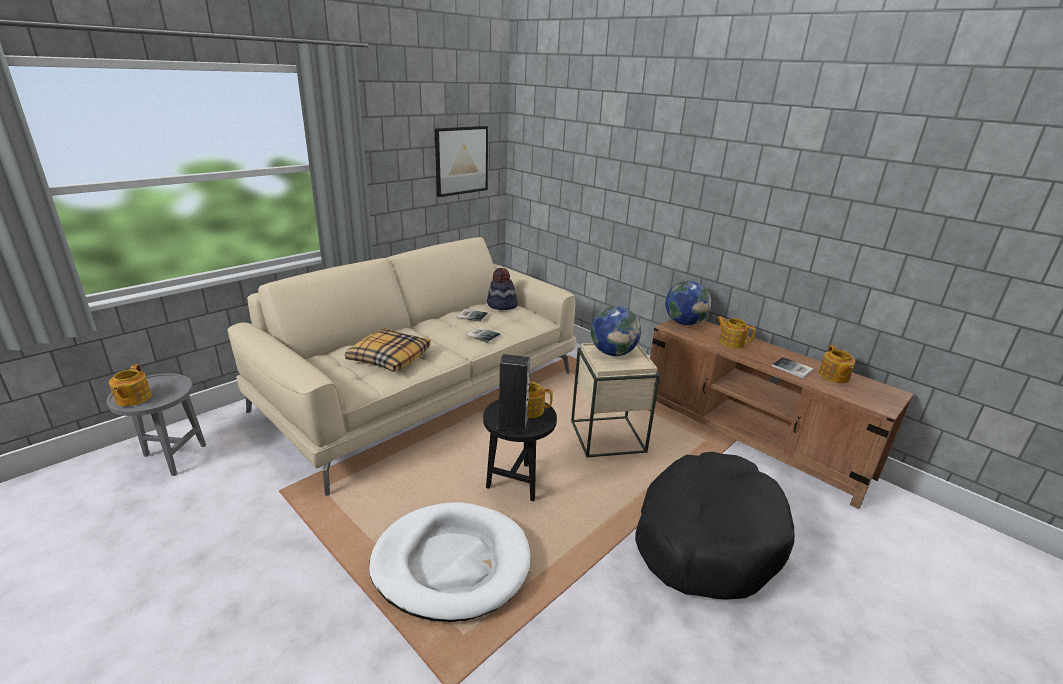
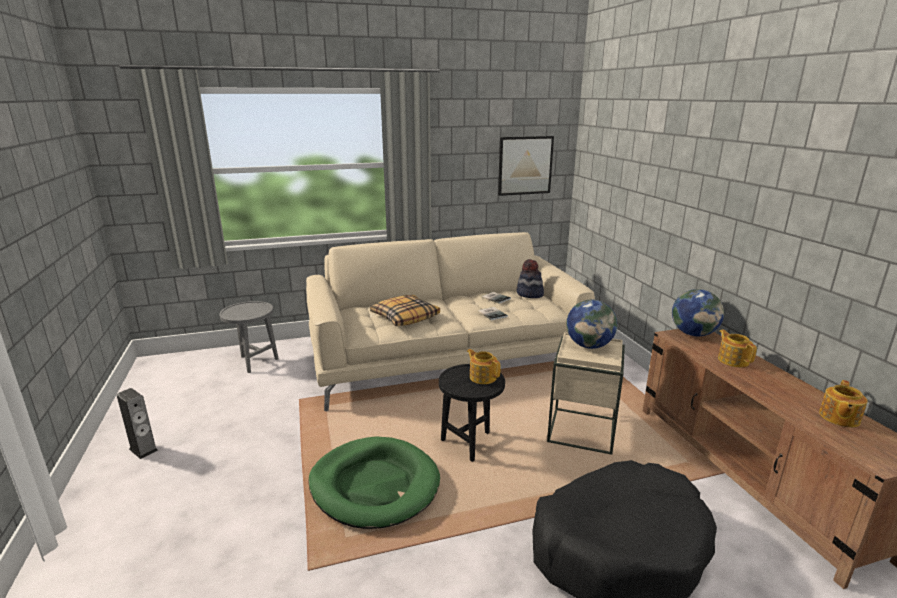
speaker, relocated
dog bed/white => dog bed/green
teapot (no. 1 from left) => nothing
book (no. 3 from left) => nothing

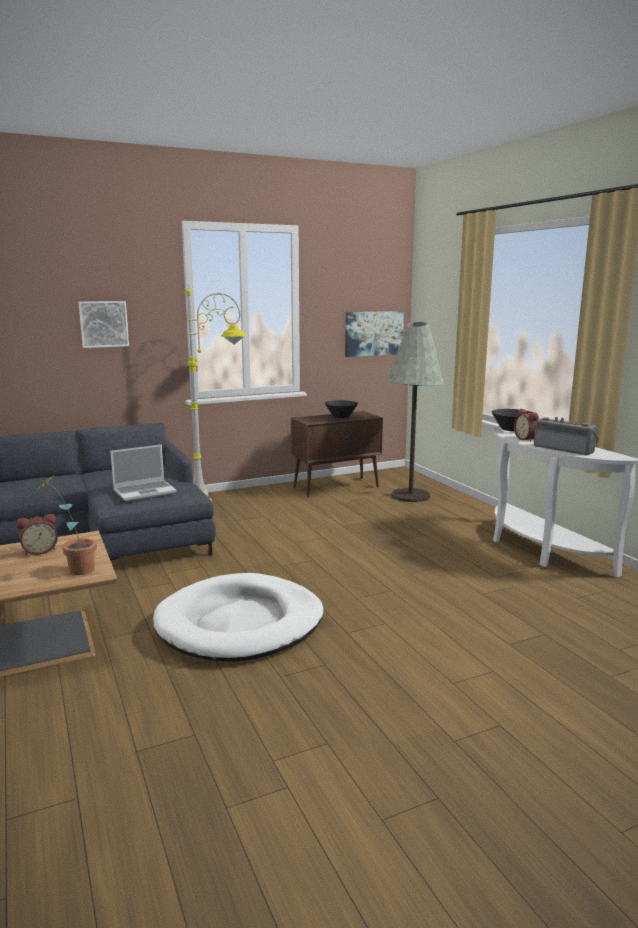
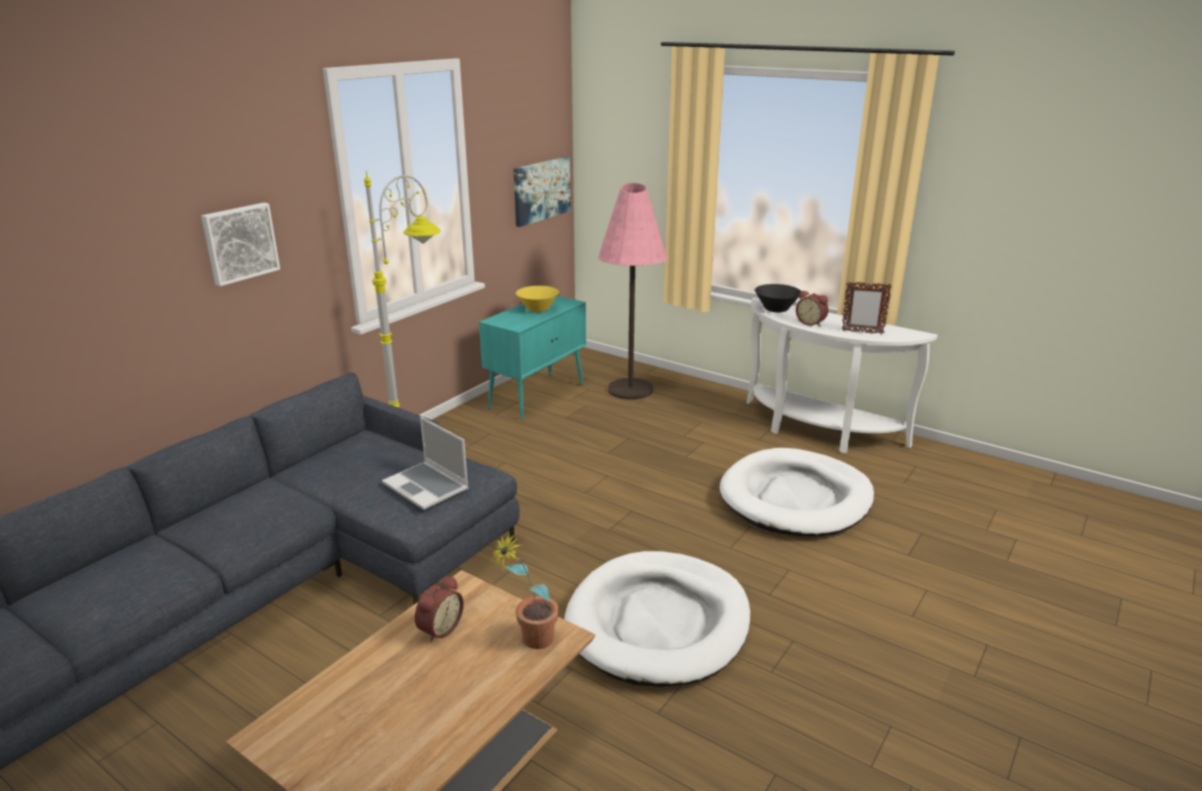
laptop, 105 degrees clockwise
cabinet/brown => cabinet/turquoise
bowl/black (no. 1 from left) => bowl/yellow
floor lamp/grey (no. 2 from left) => floor lamp/pink
nothing => dog bed/white (no. 2 from left)
radio => picture frame

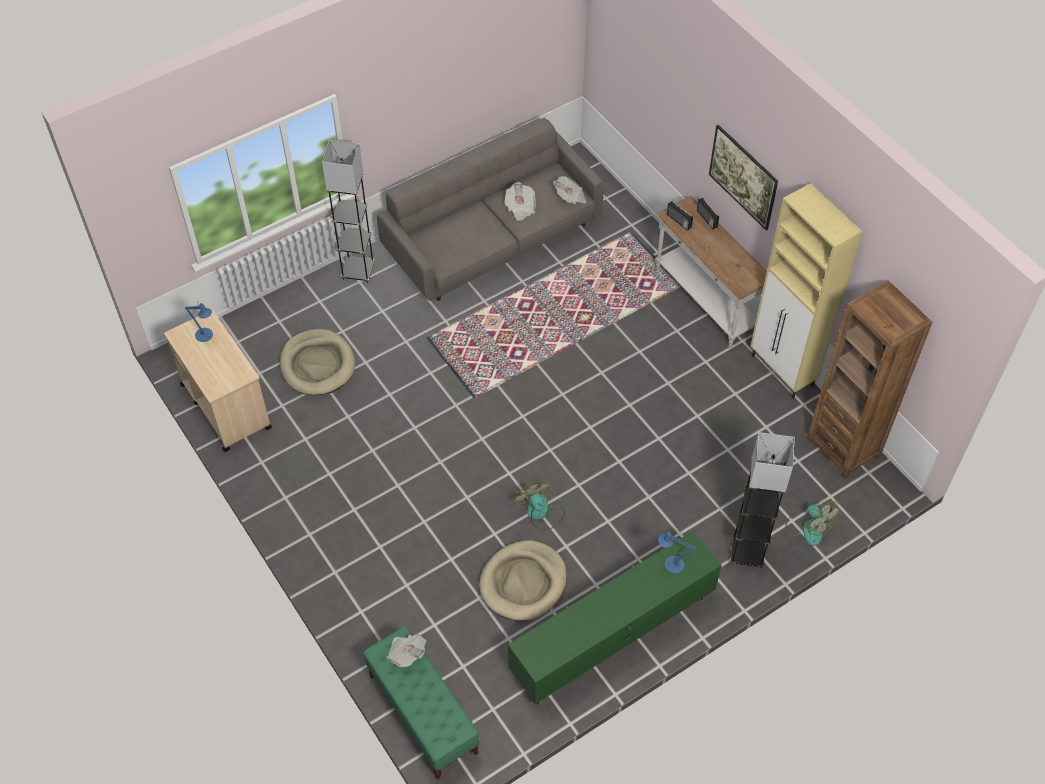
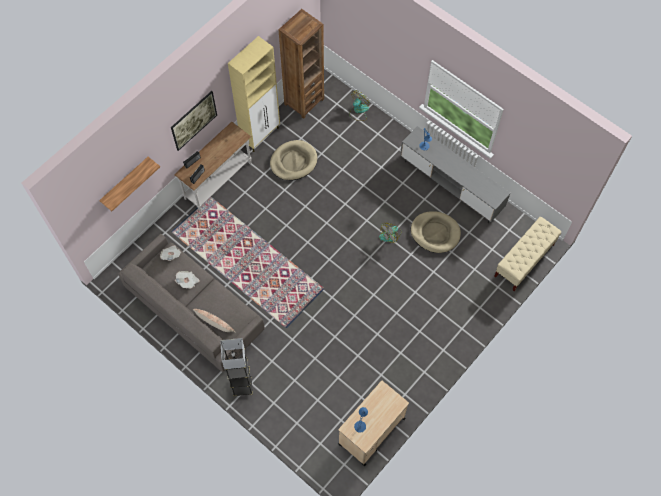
nothing => shelf
nothing => pillow
dog bed/beige (no. 1 from left), relocated
tv stand/green => tv stand/grey
bench/green => bench/beige
newspaper (no. 1 from left) => nothing
floor lamp/grey (no. 2 from left) => nothing

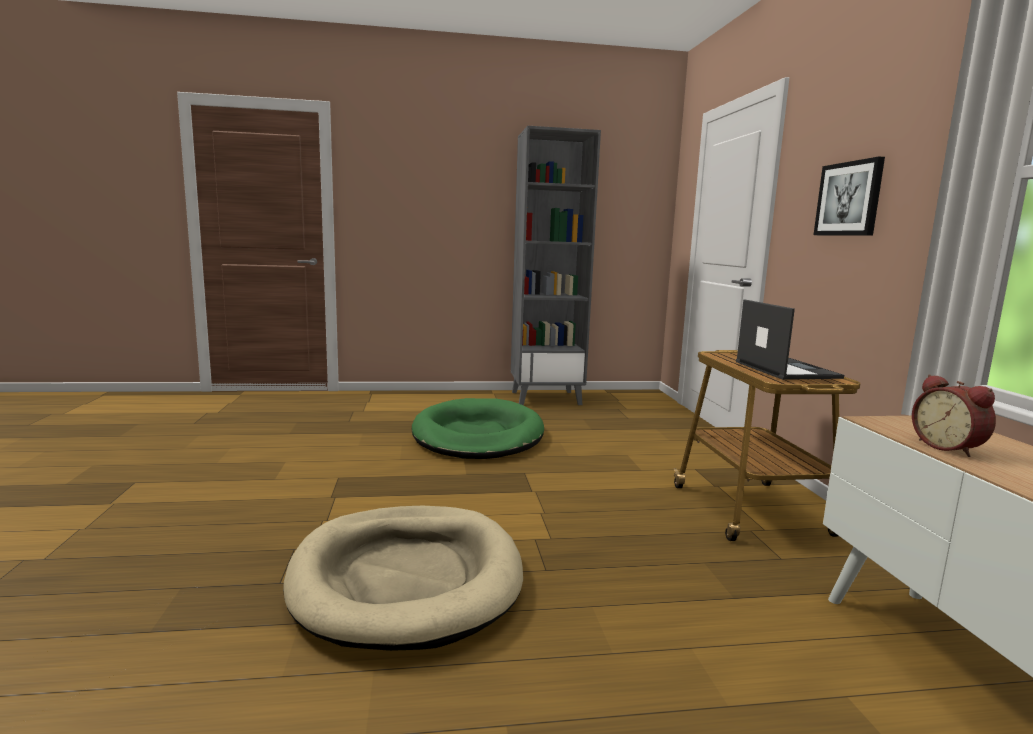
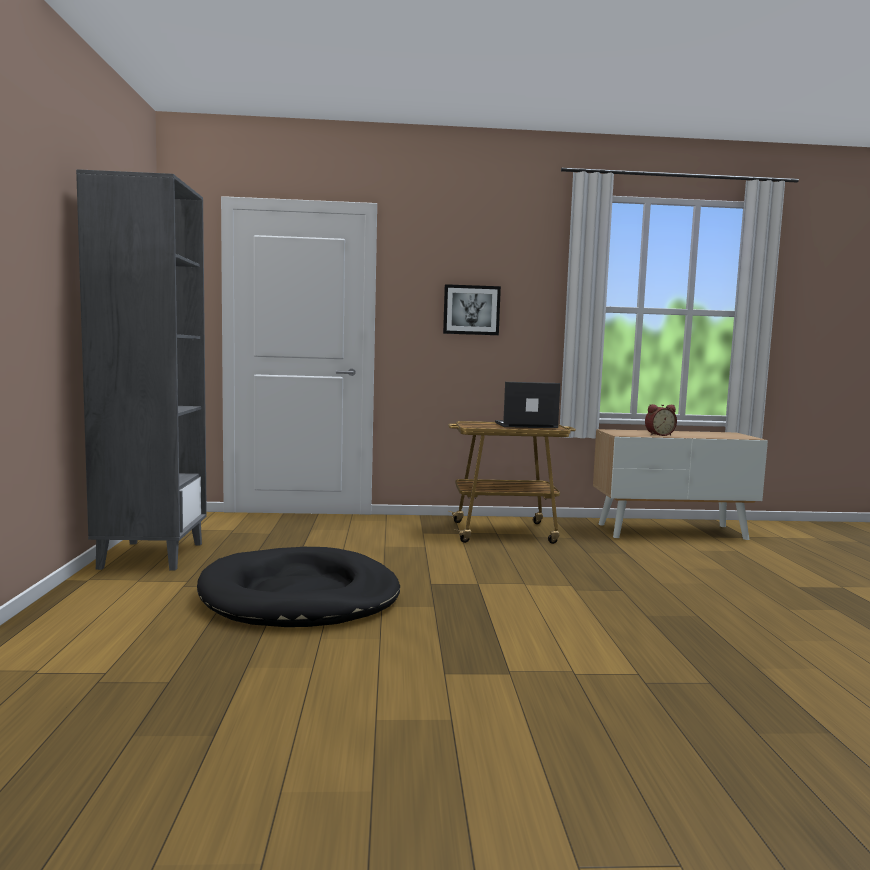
dog bed/green => dog bed/black
dog bed/beige => nothing

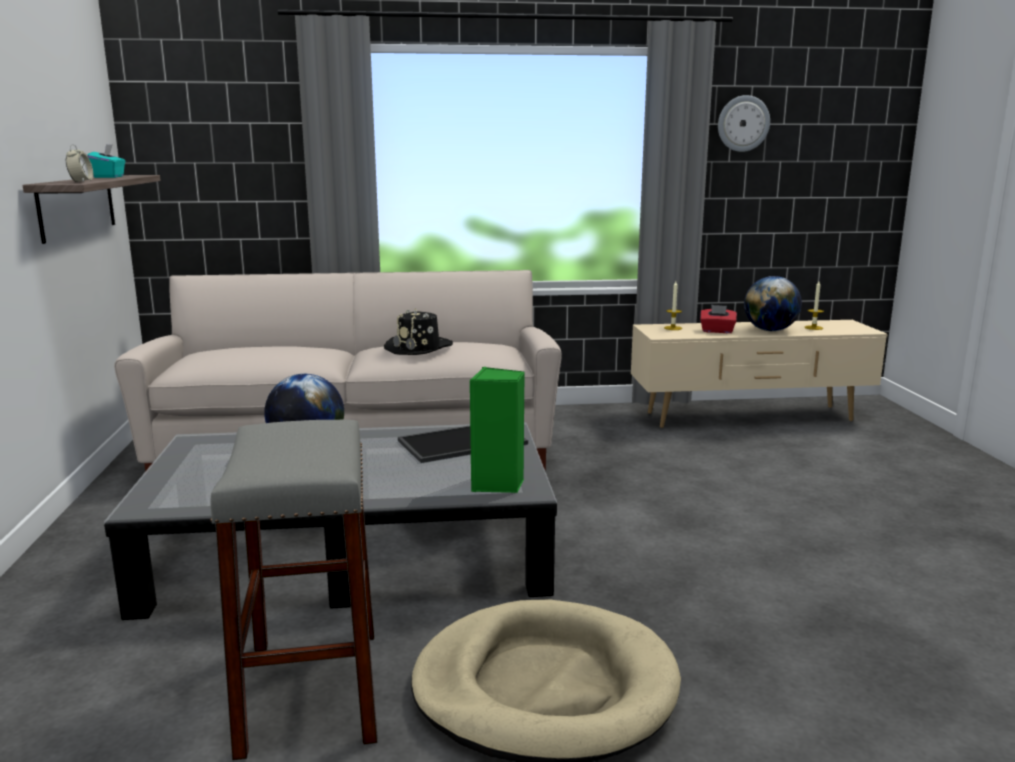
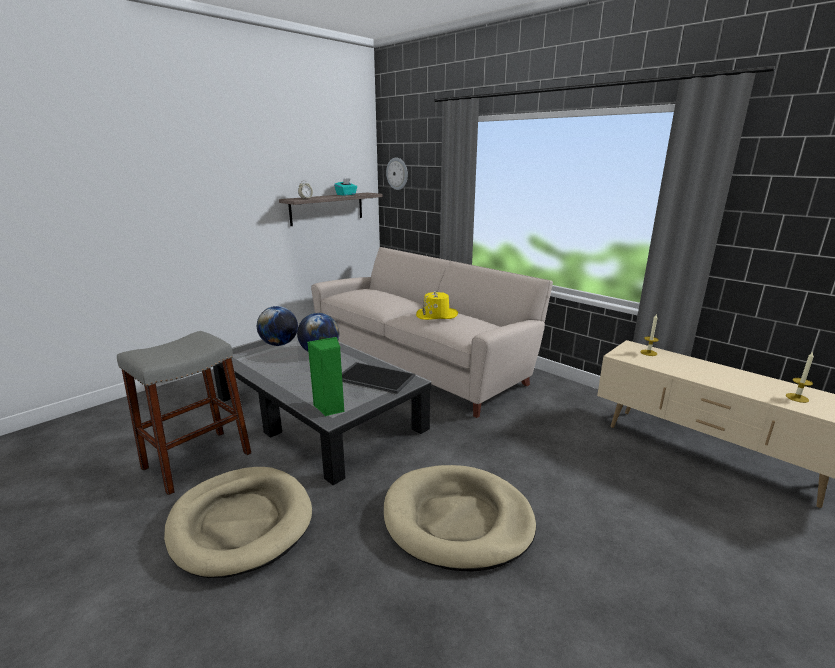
globe (no. 2 from left in the first image) => globe (no. 1 from left), relocated
nothing => dog bed/beige (no. 2 from left)
wall clock, relocated
hat/black => hat/yellow
tissue box/red => nothing

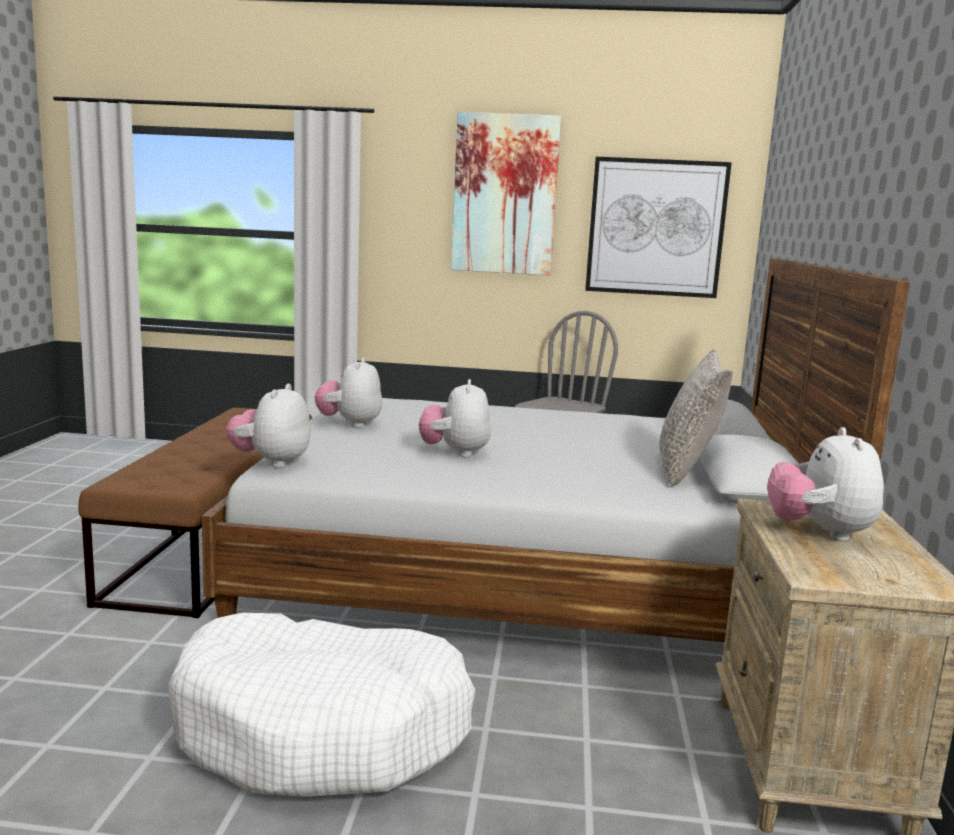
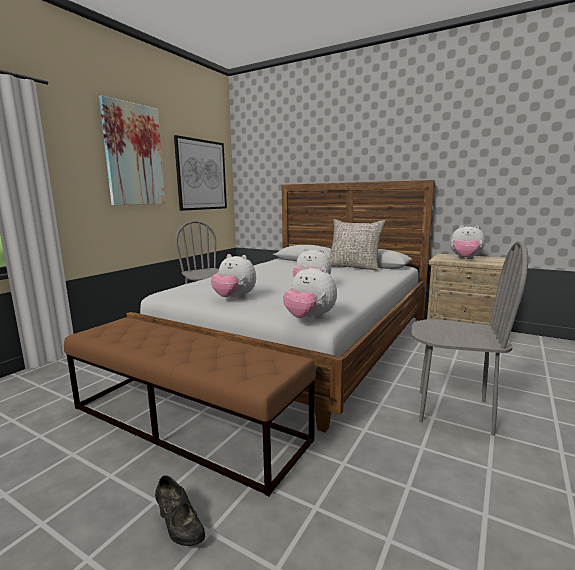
nothing => shoe/black
dog bed/white => chair/grey (no. 2 from left)

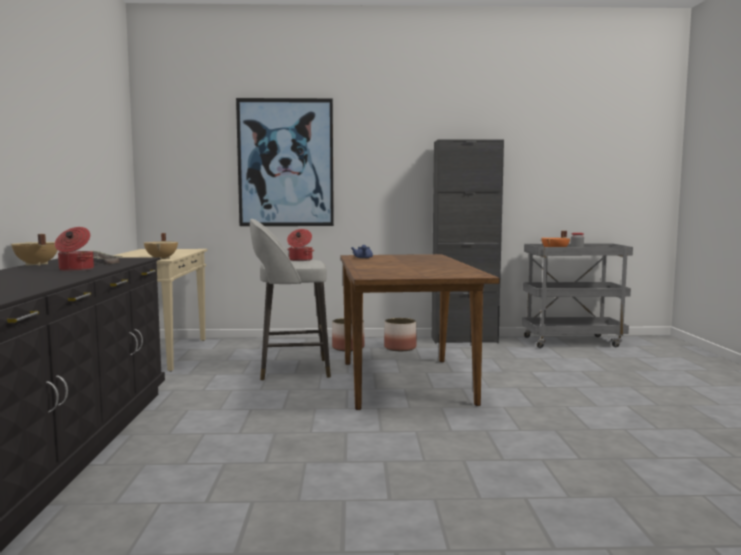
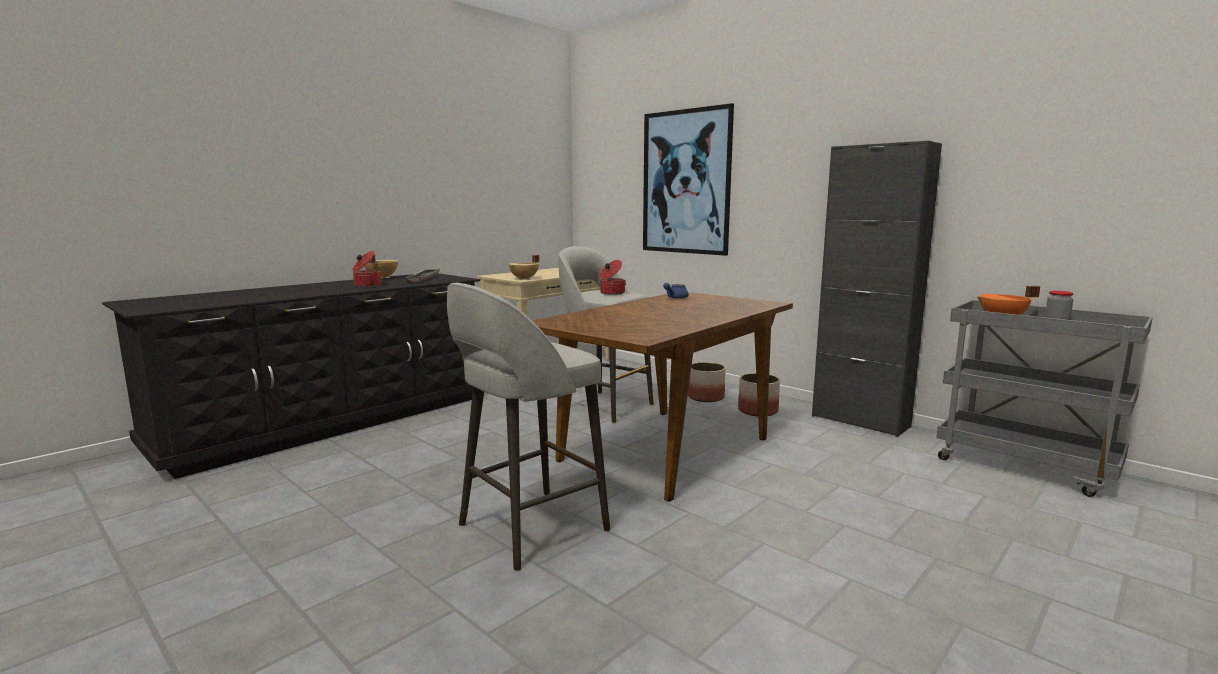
nothing => stool/grey (no. 1 from left)

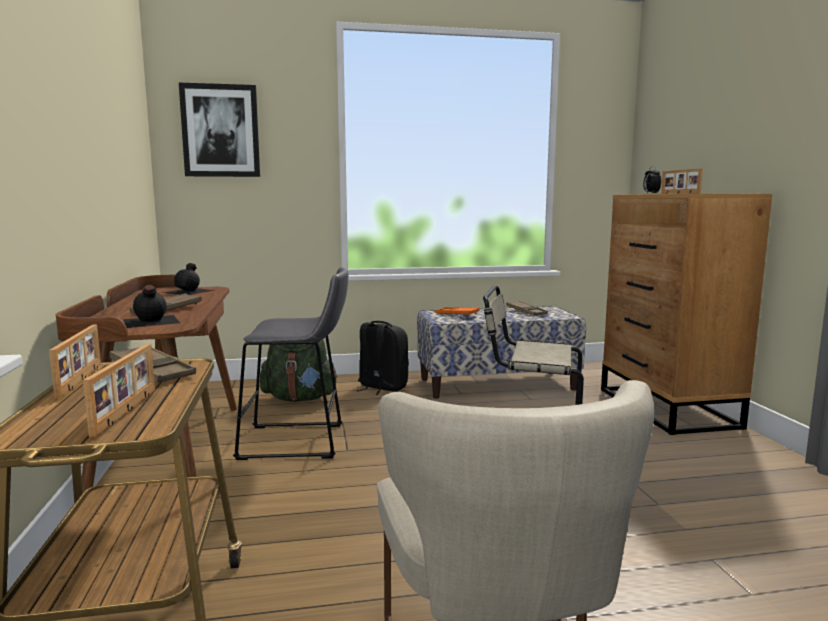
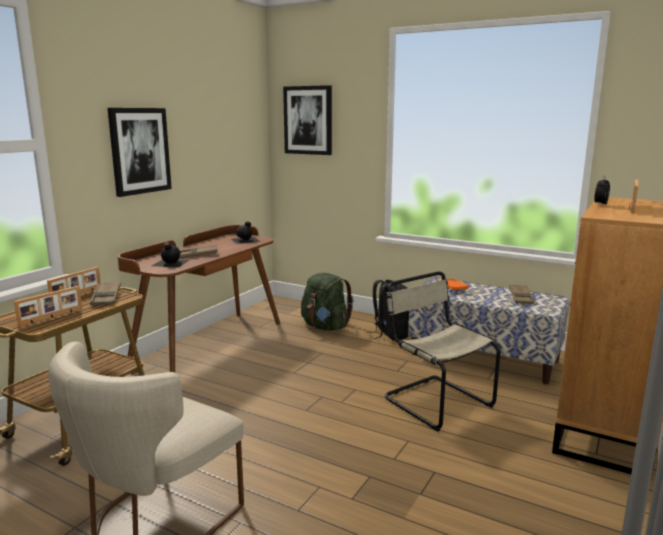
nothing => picture (no. 1 from left)
stool/grey => nothing

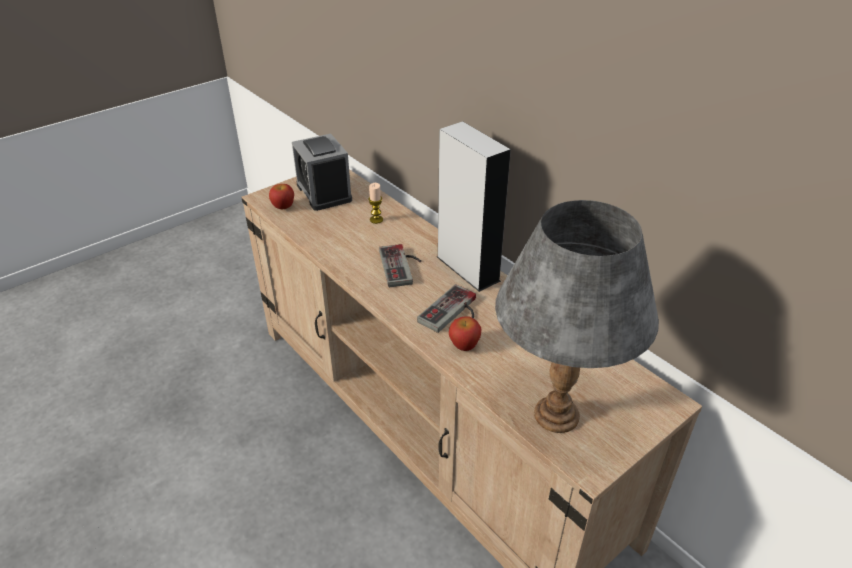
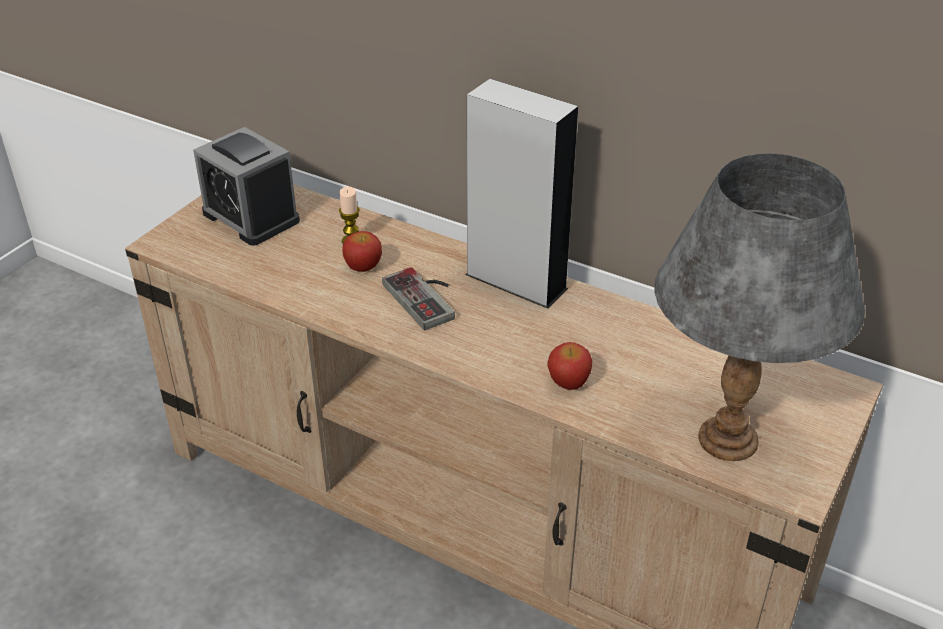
apple (no. 1 from left), relocated
game controller (no. 2 from left) => nothing

